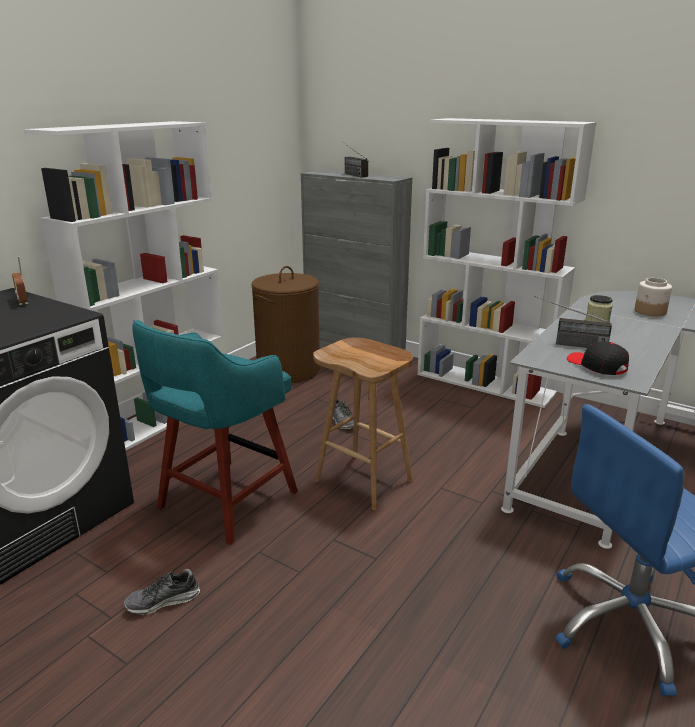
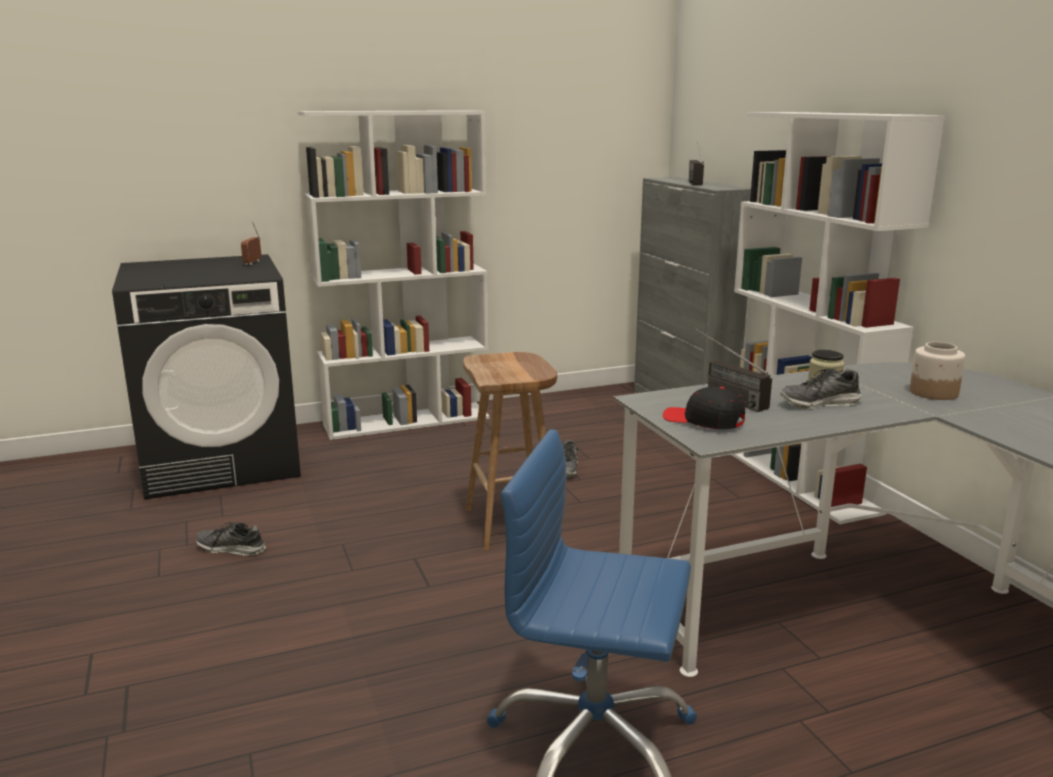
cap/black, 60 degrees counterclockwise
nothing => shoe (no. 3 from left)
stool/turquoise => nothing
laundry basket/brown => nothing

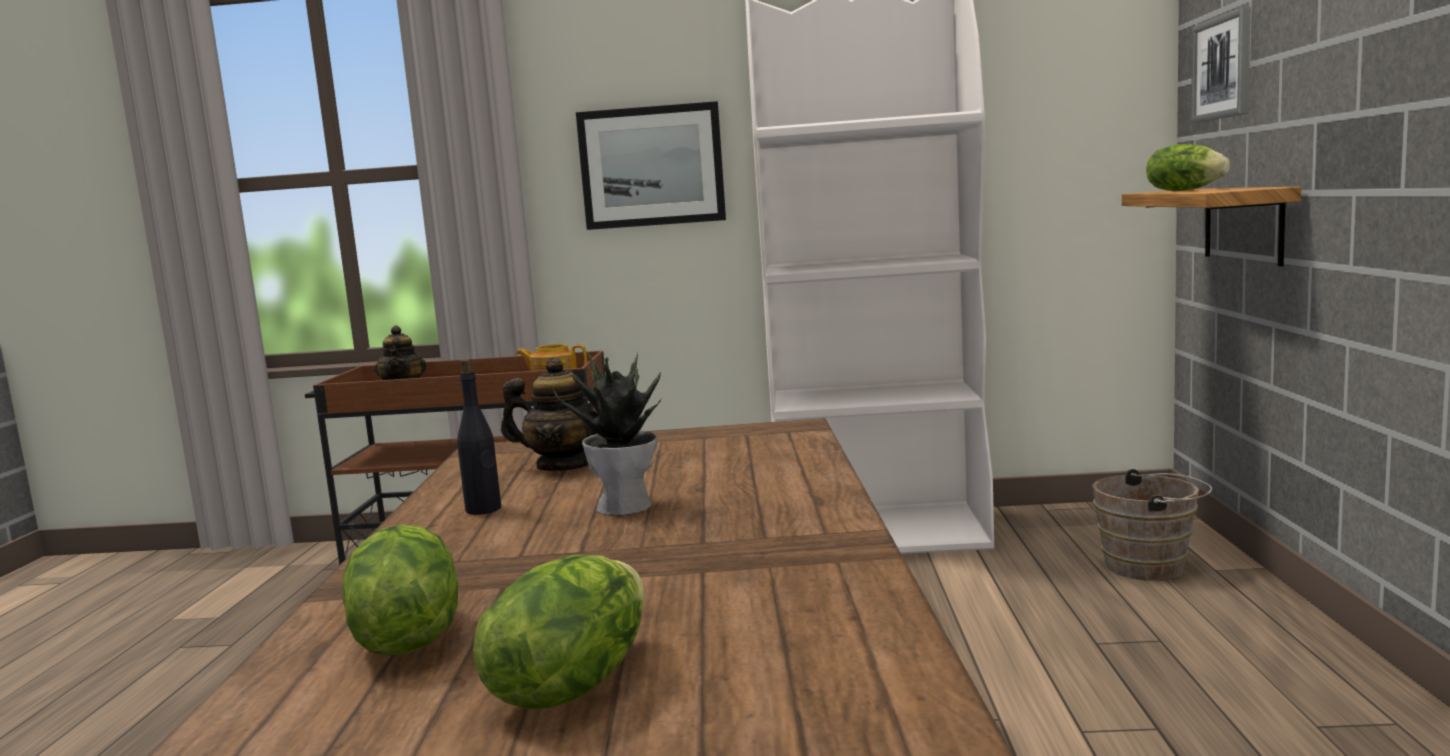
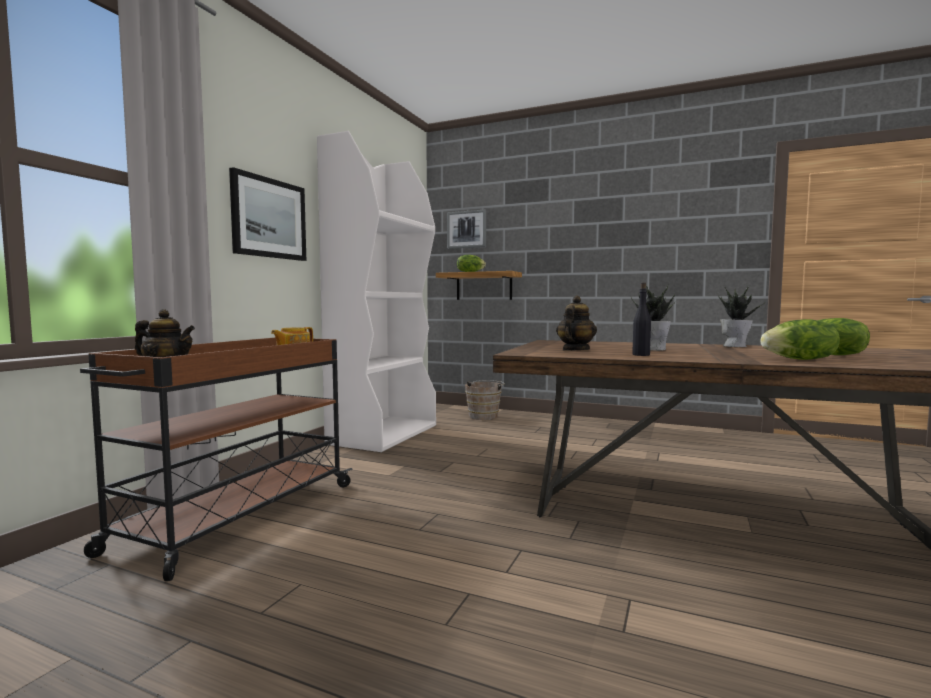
nothing => potted plant (no. 2 from left)

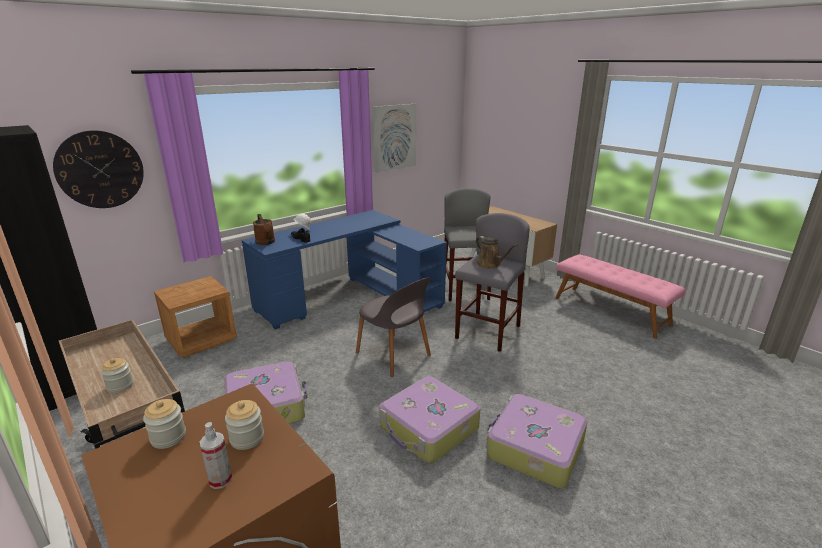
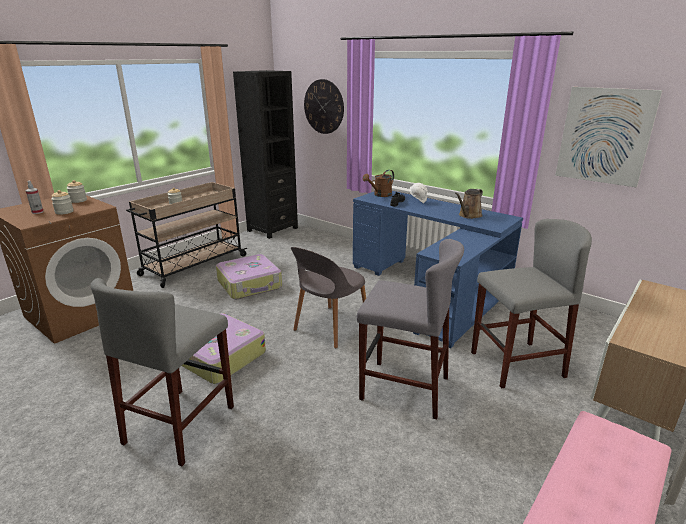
suitcase (no. 3 from left) => stool/grey (no. 1 from left)
watering can/brown (no. 2 from left), relocated
nightstand/brown => nothing

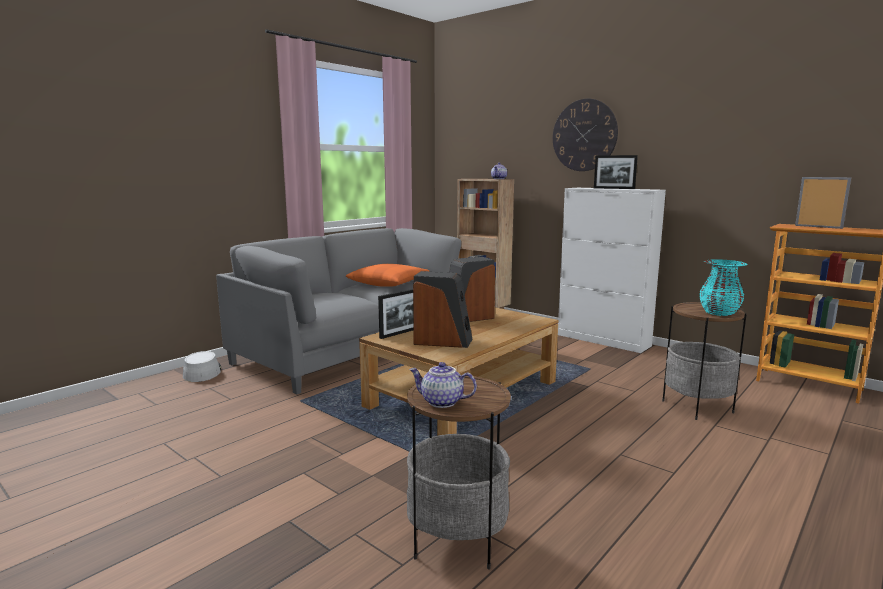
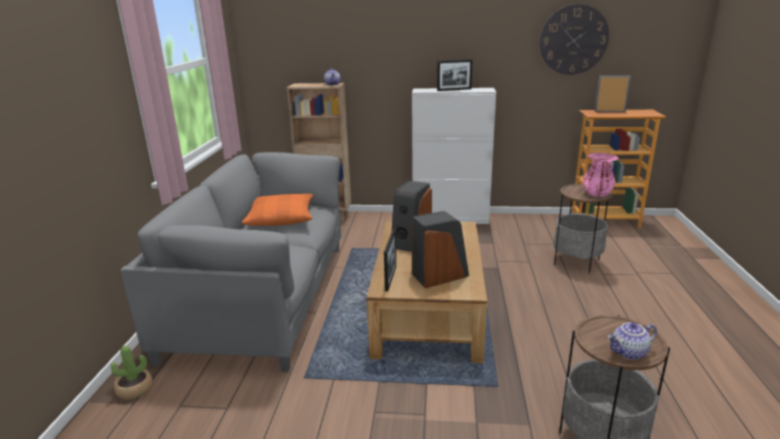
hat/grey => potted plant
wall clock, relocated
vase/turquoise => vase/pink

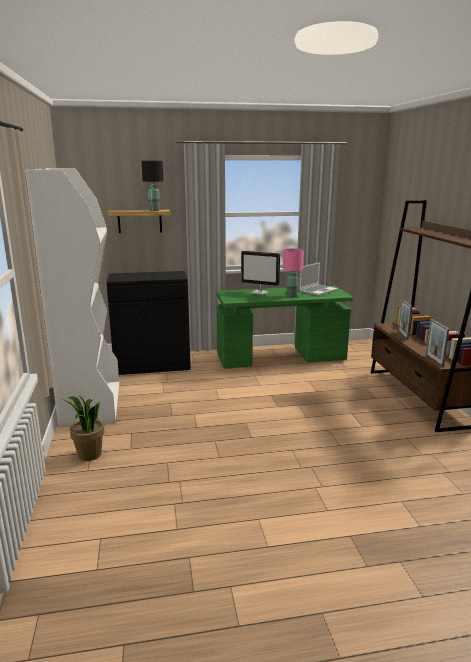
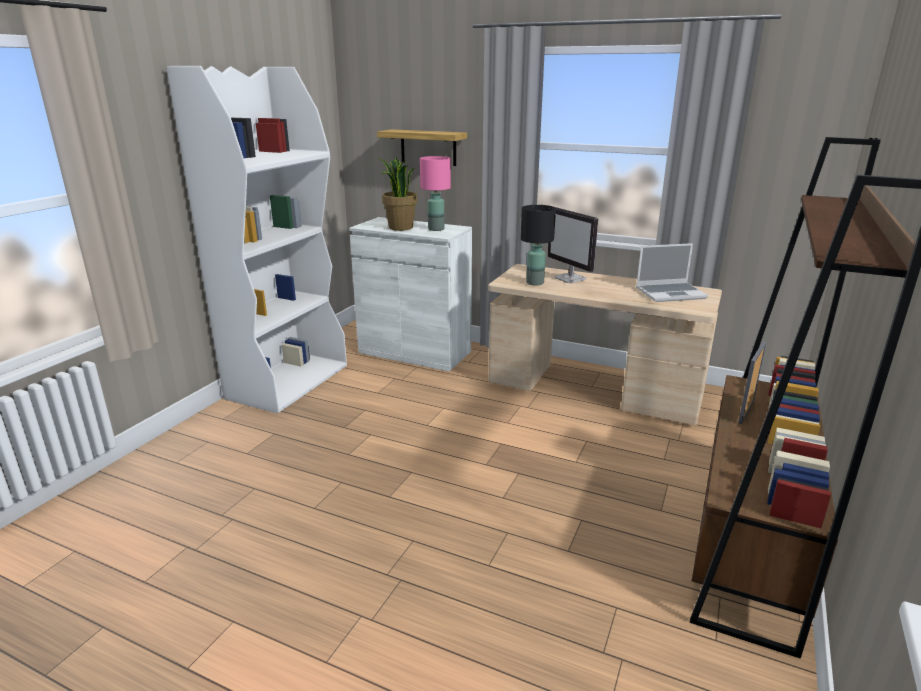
cabinet/black => cabinet/white
potted plant, relocated
table lamp/pink, relocated
desk/green => desk/beige
table lamp/black, relocated
picture frame (no. 2 from left) => nothing

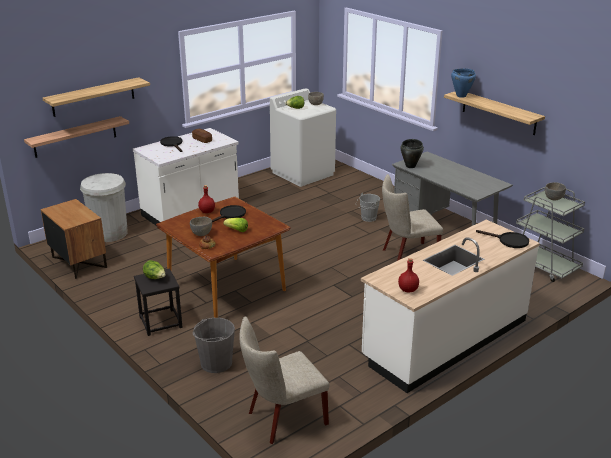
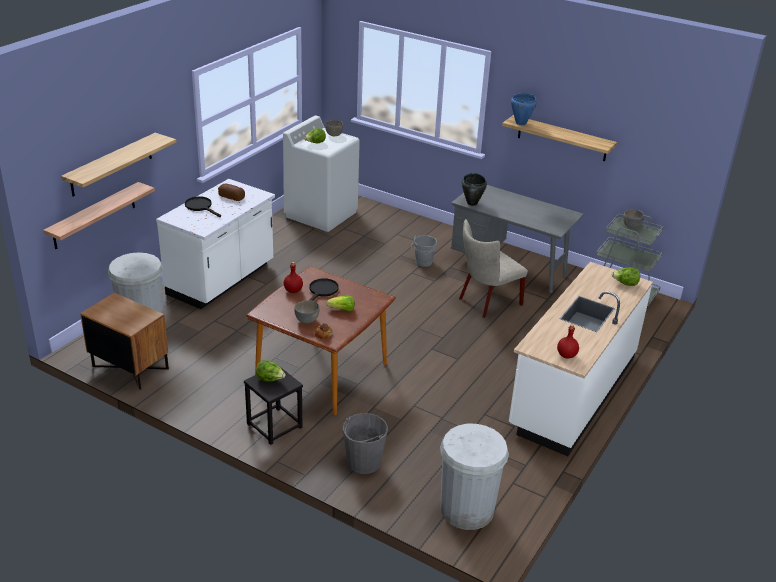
chair/beige (no. 1 from left) => trash can/white (no. 2 from left)
frying pan/black (no. 3 from left) => lettuce (no. 4 from left)

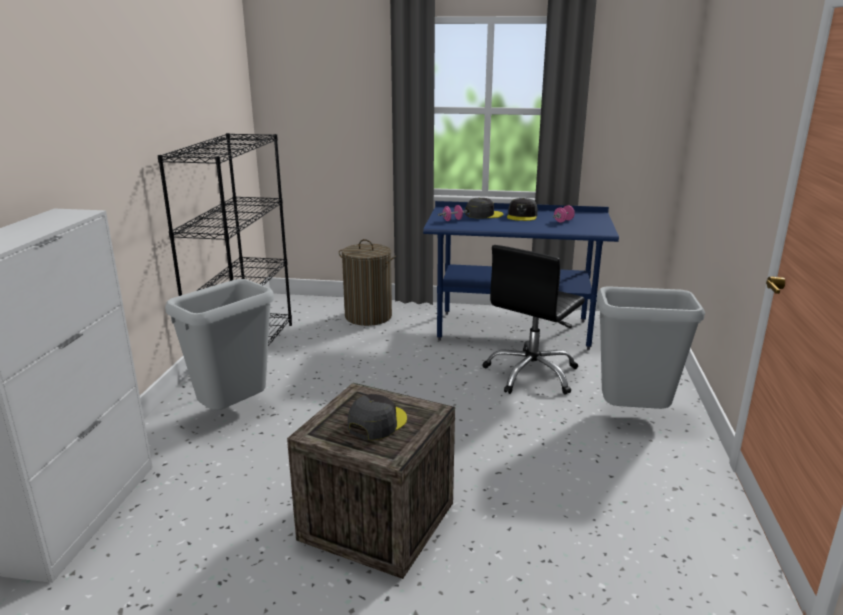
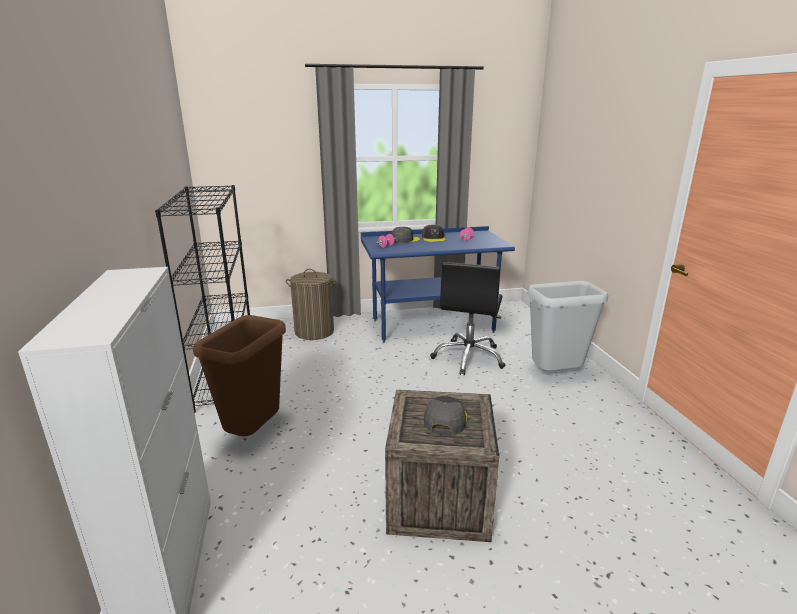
trash can/grey (no. 1 from left) => trash can/brown

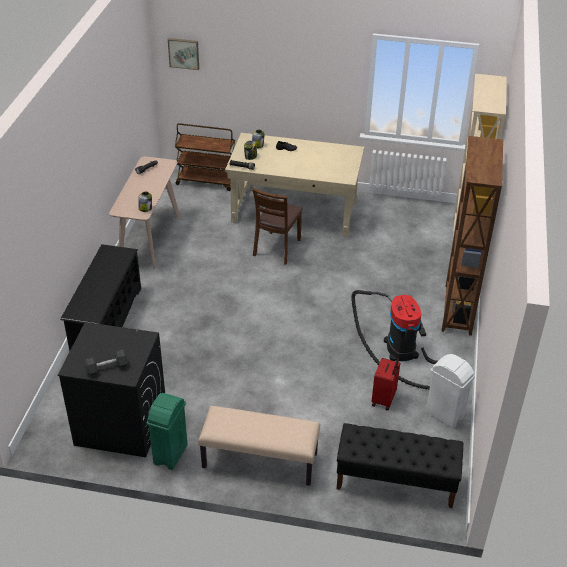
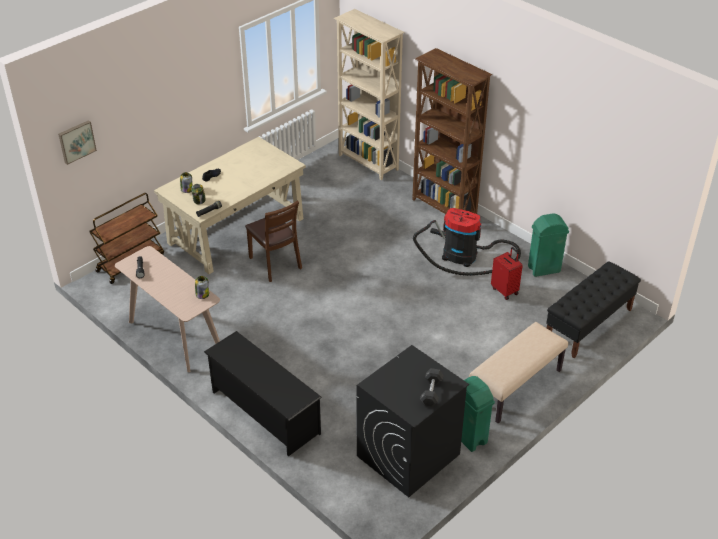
trash can/white => trash can/green (no. 2 from left)

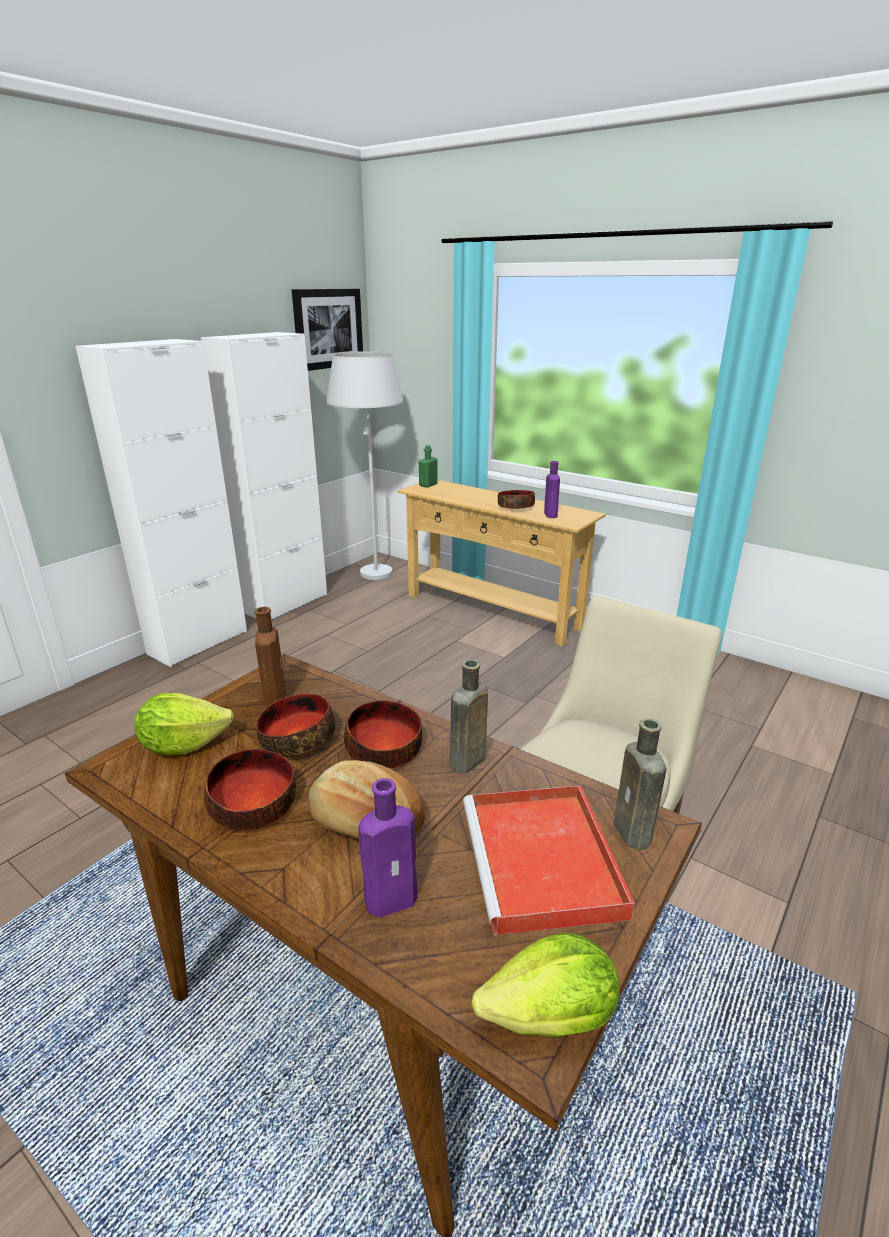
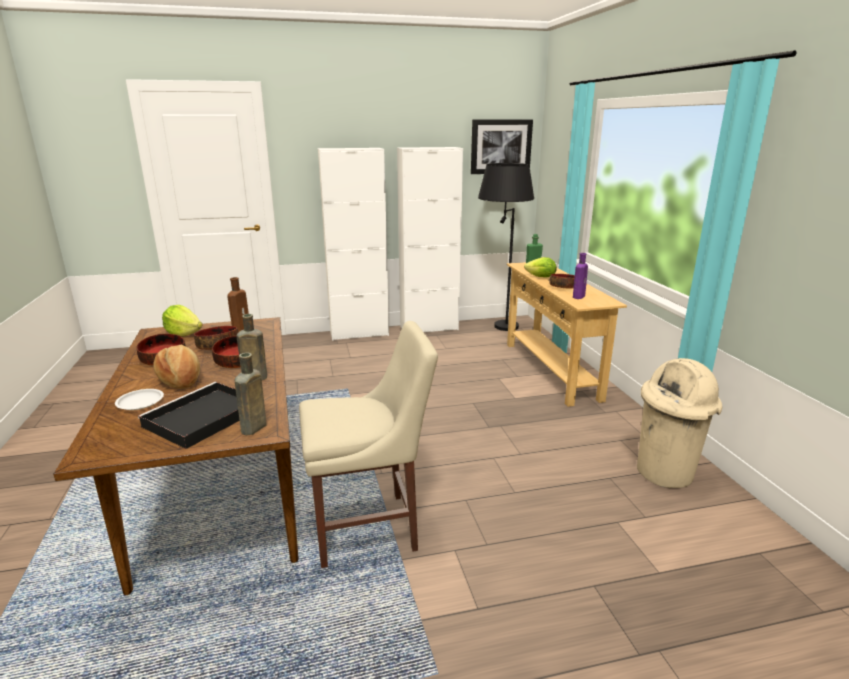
bottle/purple (no. 1 from left) => plate/white
tray/red => tray/black
floor lamp/white => floor lamp/black
lettuce (no. 2 from left), relocated
nothing => trash can/beige

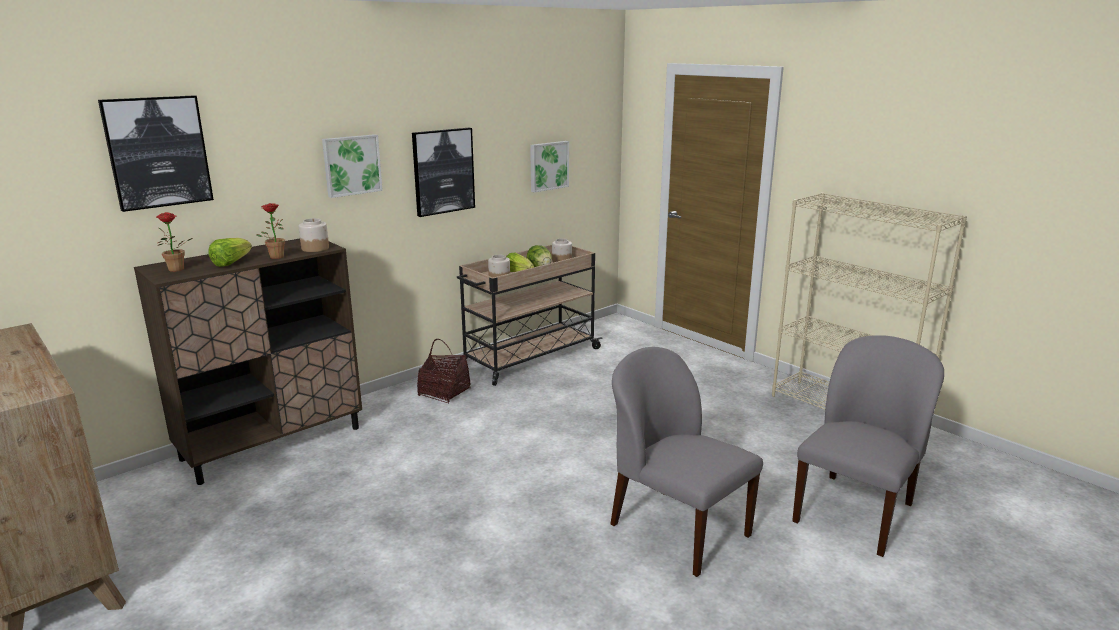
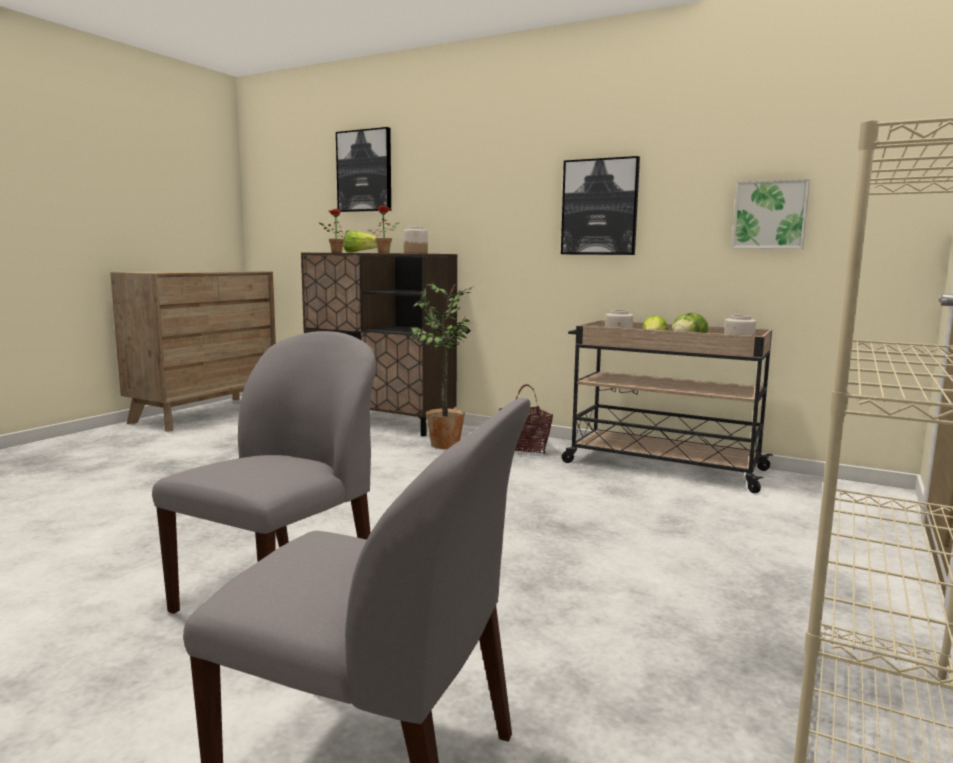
nothing => potted plant (no. 3 from left)
picture (no. 2 from left) => nothing

